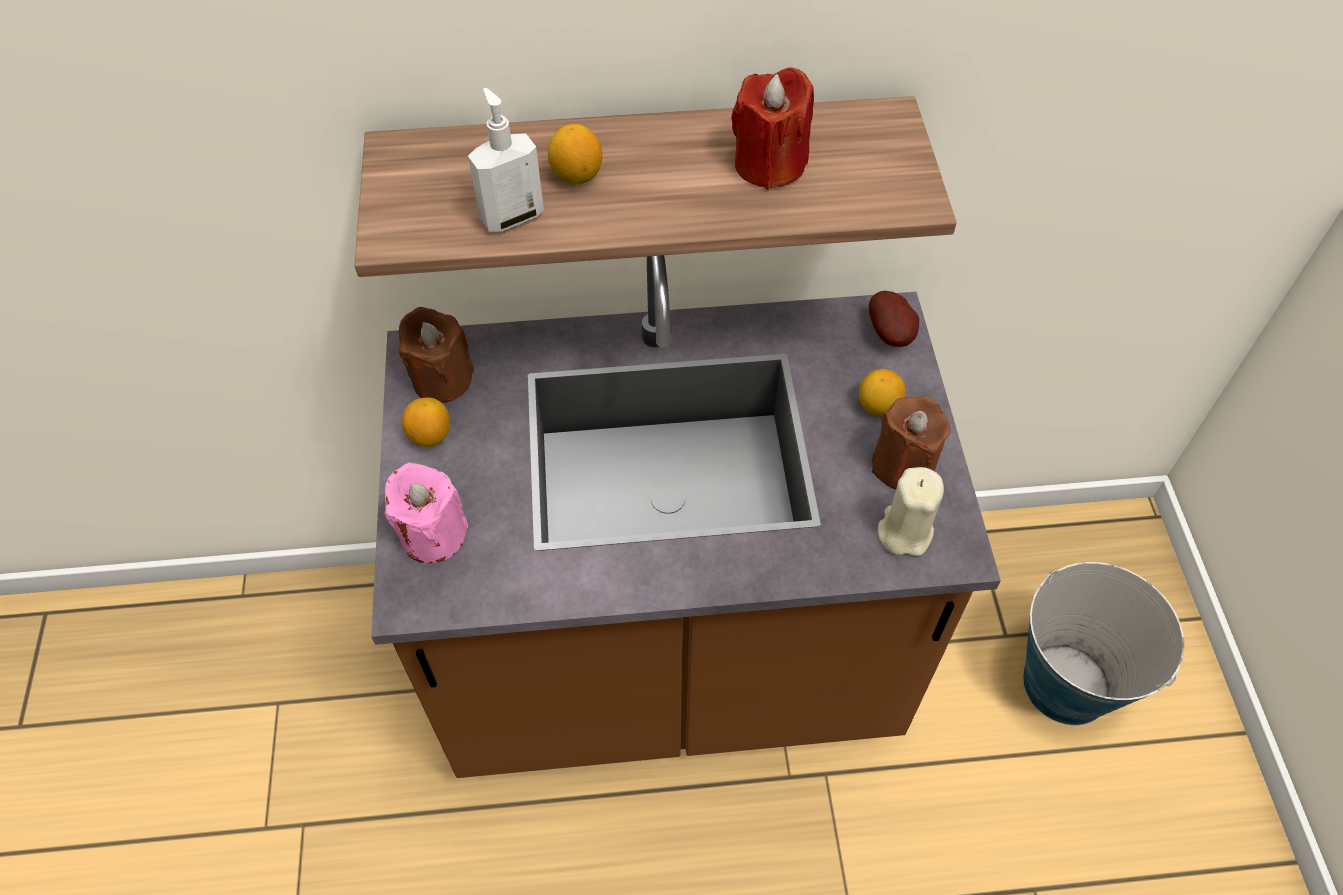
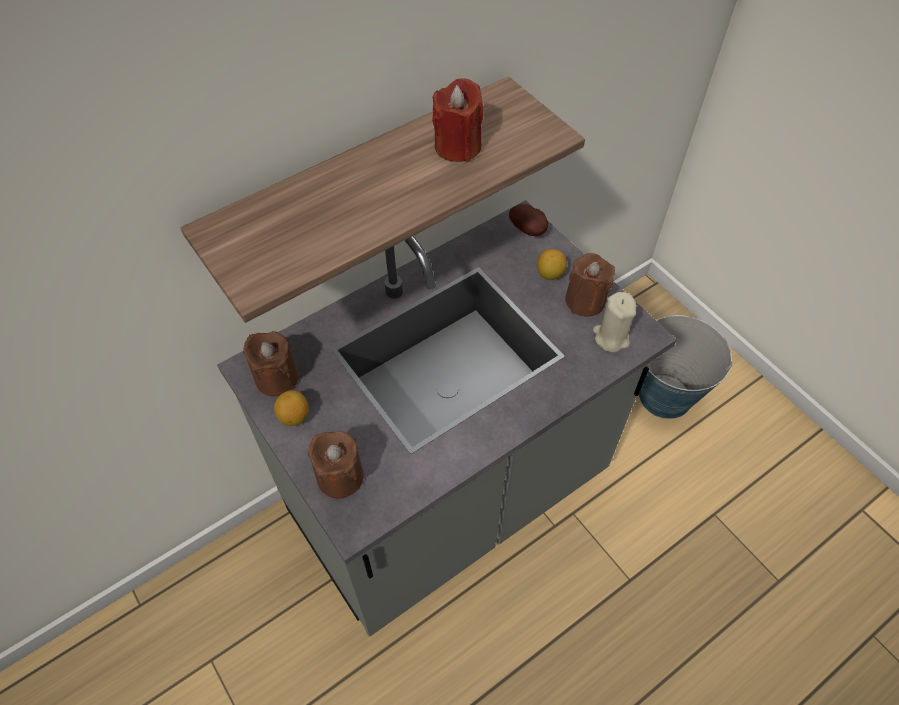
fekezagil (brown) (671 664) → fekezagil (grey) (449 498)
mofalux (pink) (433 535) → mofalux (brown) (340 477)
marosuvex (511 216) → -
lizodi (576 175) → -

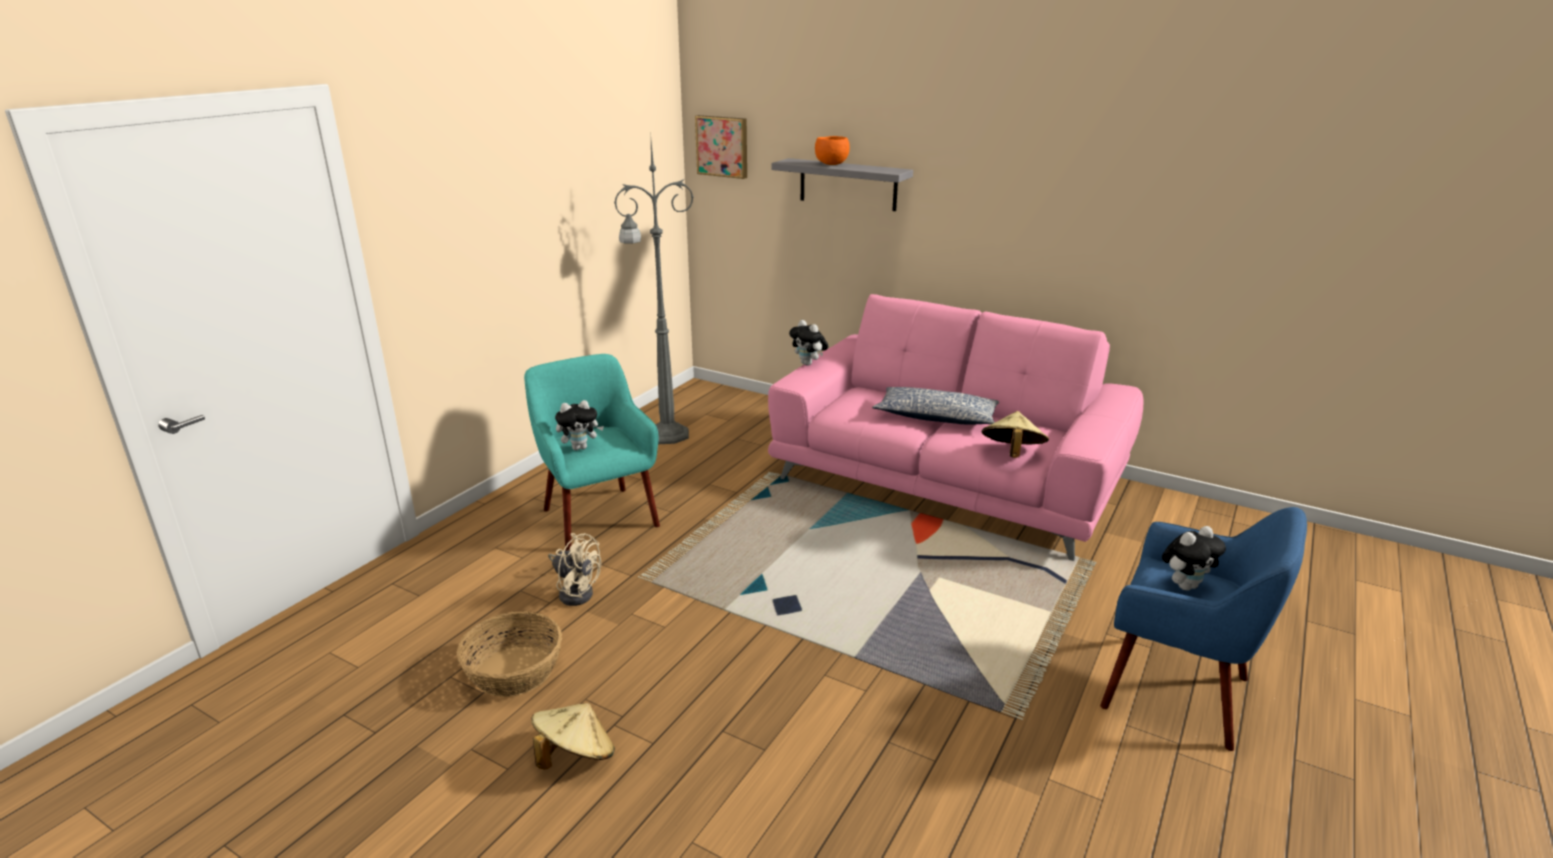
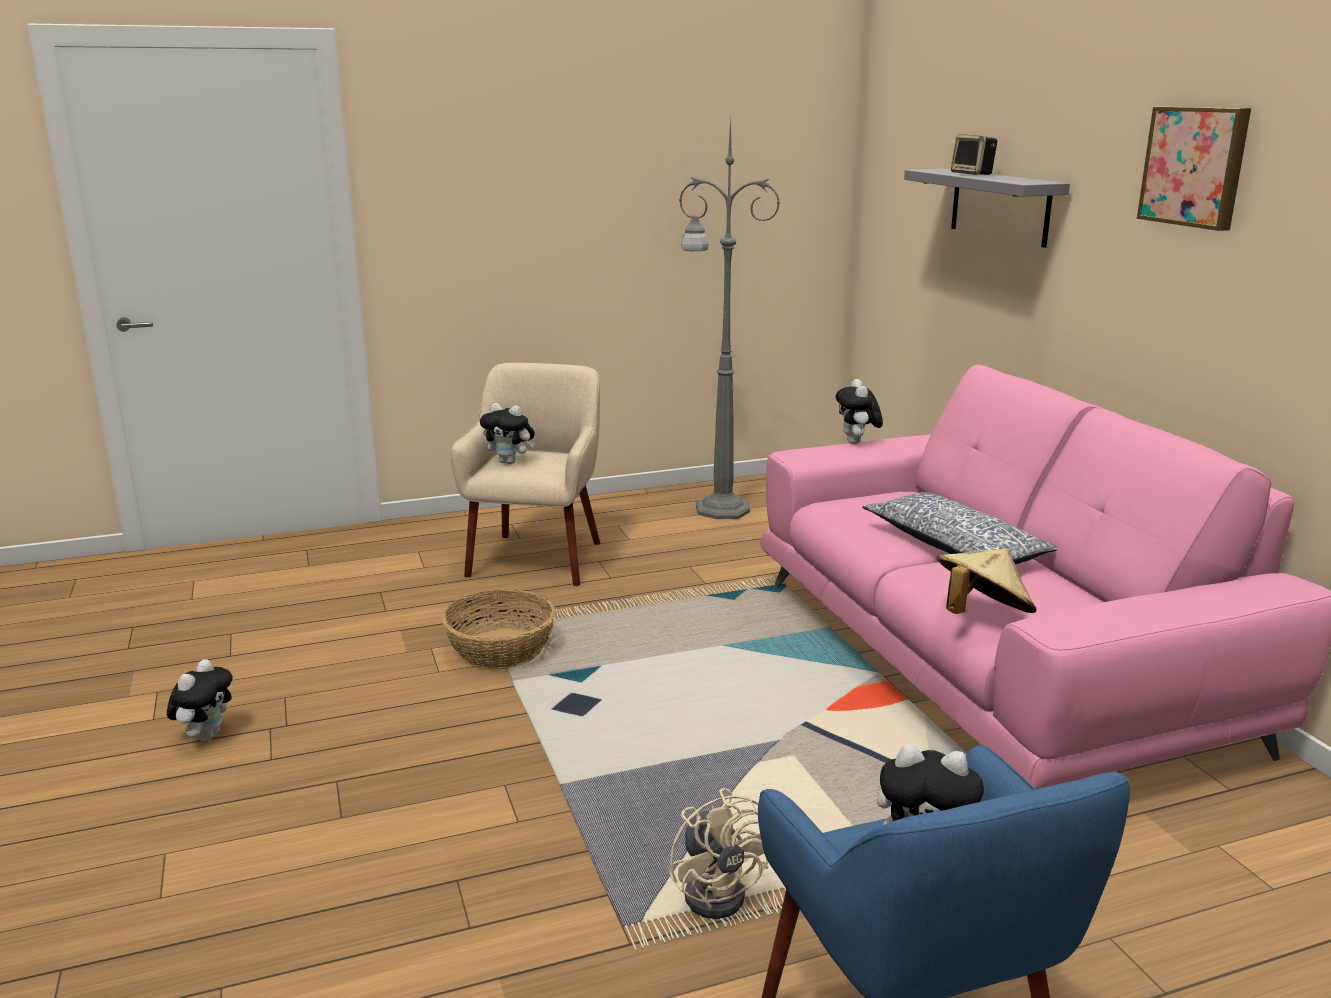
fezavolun (515 670) → fezavolun (502 649), shifted
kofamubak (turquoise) (598 517) → kofamubak (beige) (537 558)
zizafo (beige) (575 755) → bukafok (206 735)
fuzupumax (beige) (575 591) → fuzupumax (beige) (720 890), shifted
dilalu (723 146) → dilalu (1196 166), shifted
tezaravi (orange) (831 164) → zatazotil (973 174)

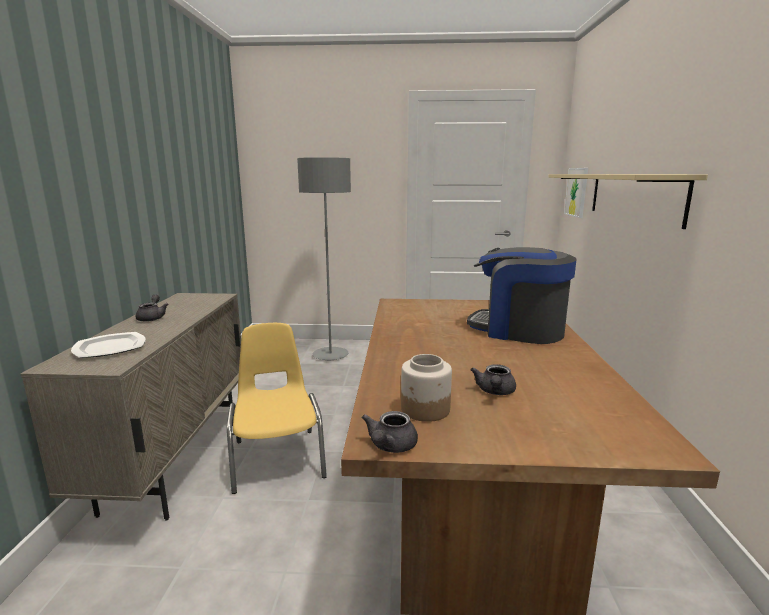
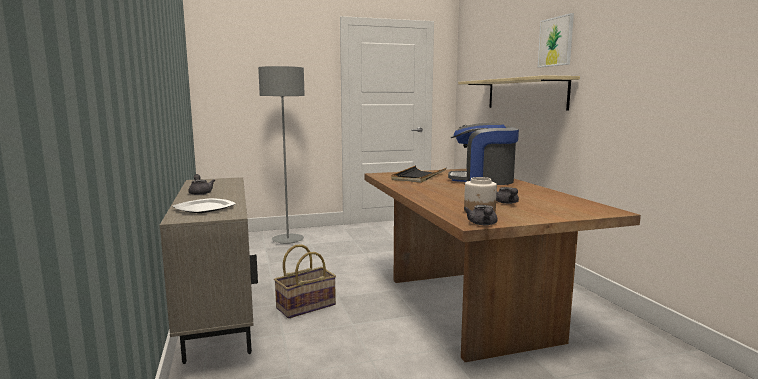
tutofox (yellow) (278 458) → fezavolun (306 306)
dilalu (577 192) → dilalu (555 41), shifted
- → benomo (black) (418 176)

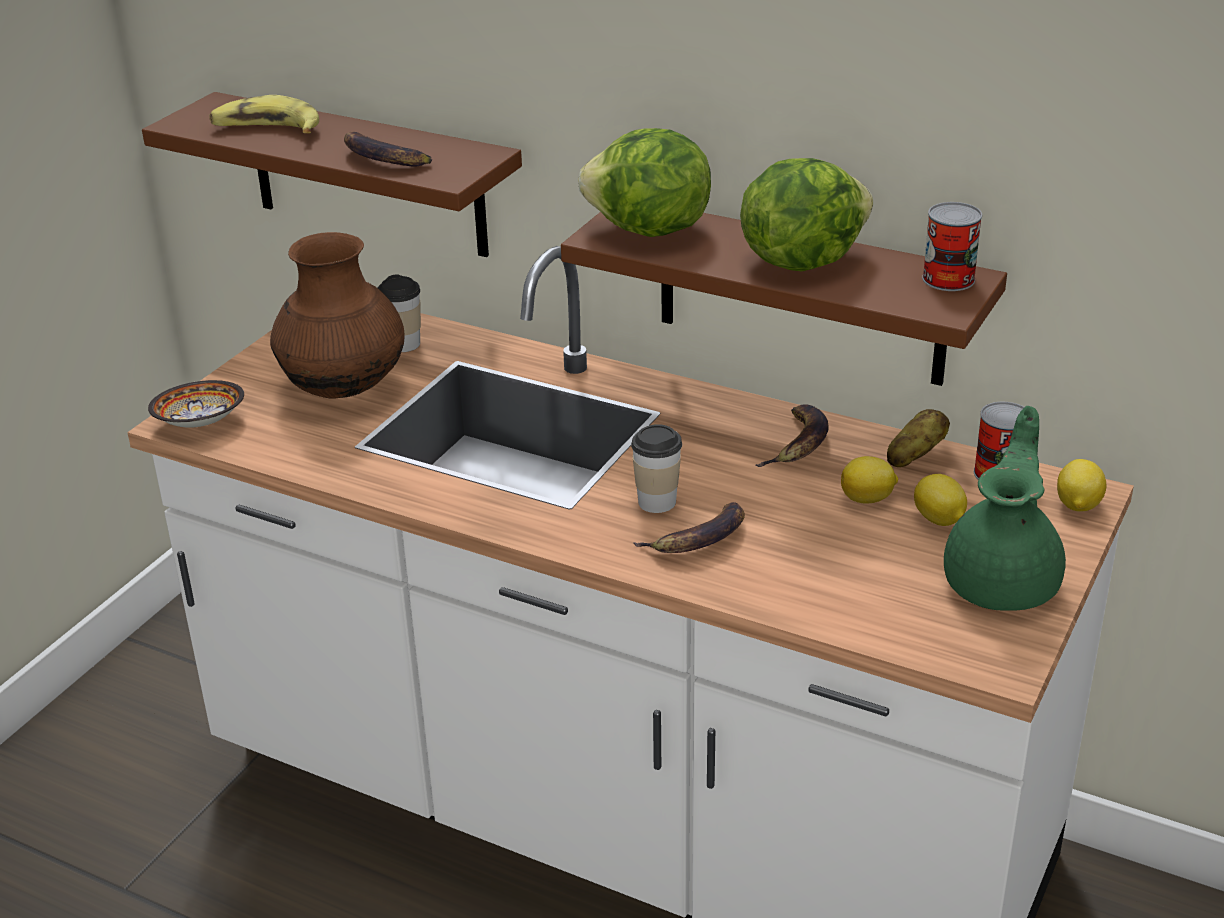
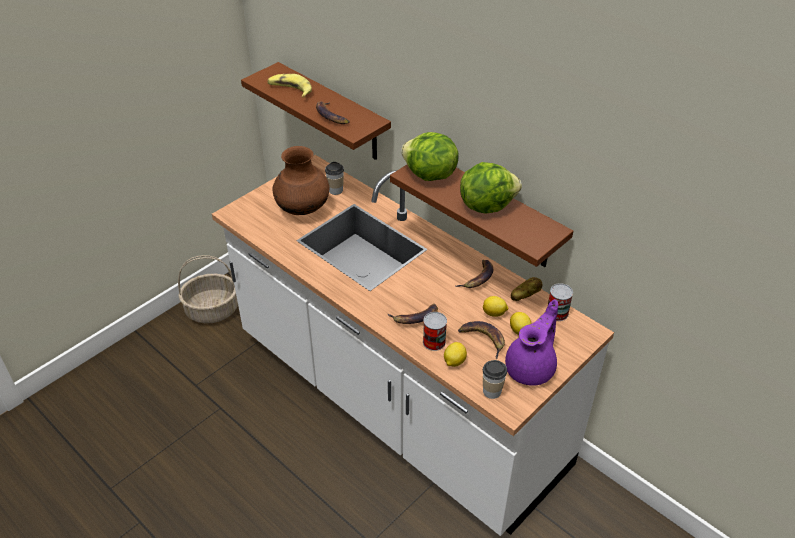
tezaravi (202 423) → -
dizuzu (657 502) → dizuzu (492 391), shifted
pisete (948 279) → pisete (434 342), shifted
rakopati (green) (1003 581) → rakopati (purple) (531 368)
lizodi (1077 506) → lizodi (454 362), shifted
- → fezavolun (212 310)
- → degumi (483 339)

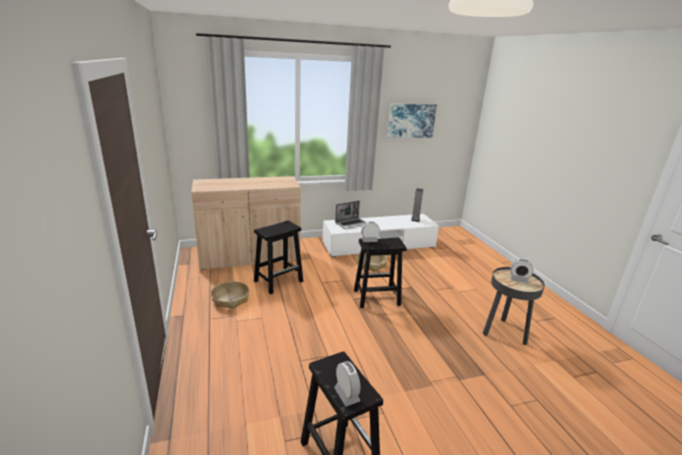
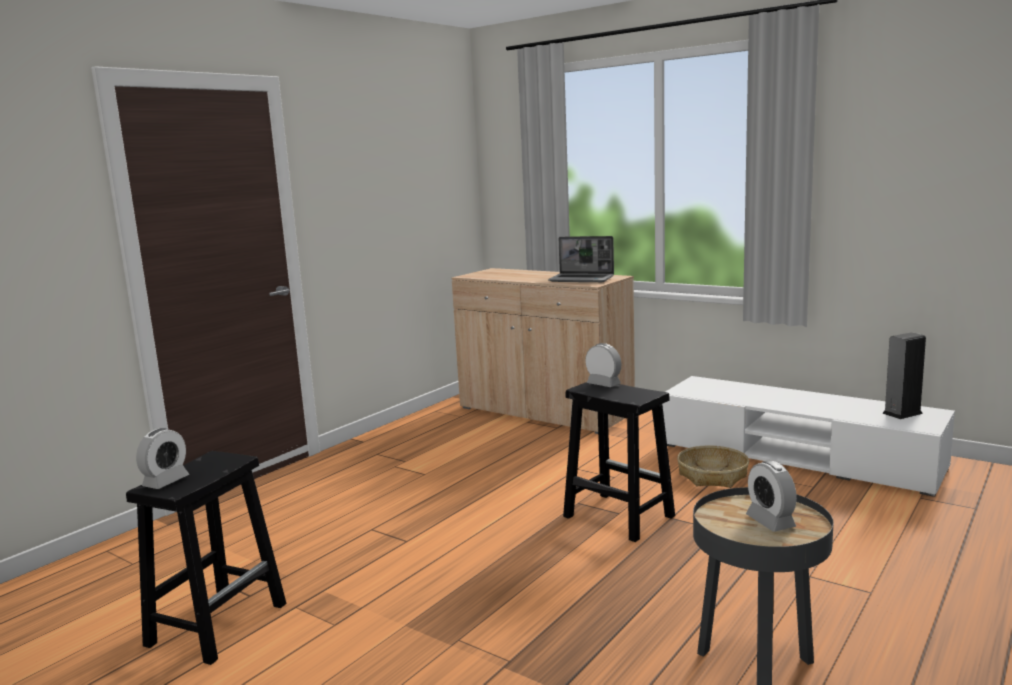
fezavolun (230 299) → -
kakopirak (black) (279 281) → -
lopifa (352 224) → lopifa (582 279), shifted
dilalu (411 120) → -

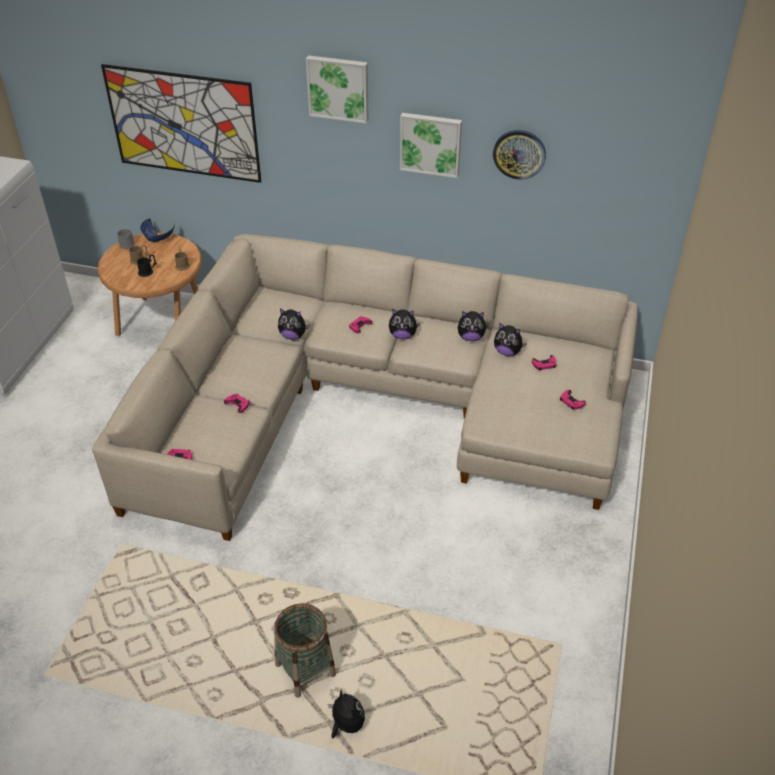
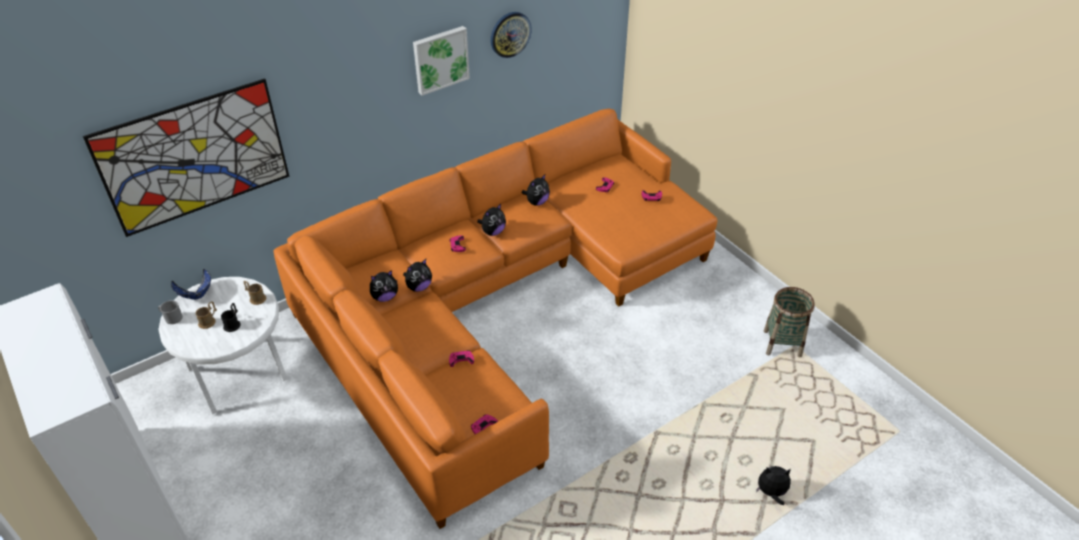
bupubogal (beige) (375 405) → bupubogal (orange) (497 304)
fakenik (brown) (162 323) → fakenik (white) (240 374)
fezavolun (305 669) → fezavolun (782 343), shifted
dilalu (338 88) → -
bukafok (507 352) → bukafok (385 297), shifted

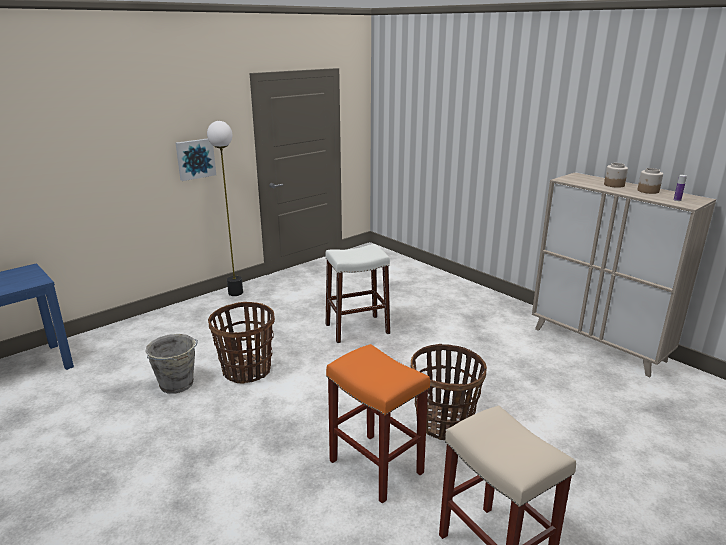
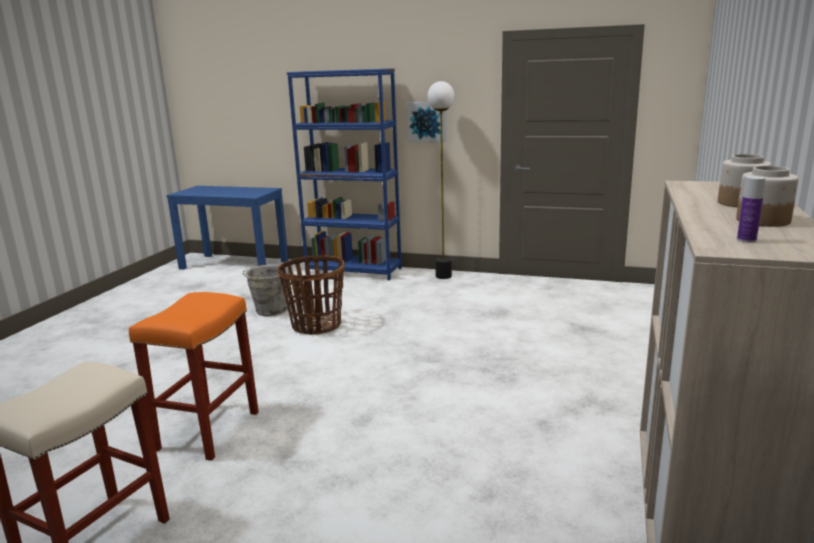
kakopirak (white) (357 329) → -
fezavolun (444 423) → -
- → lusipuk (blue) (354 271)

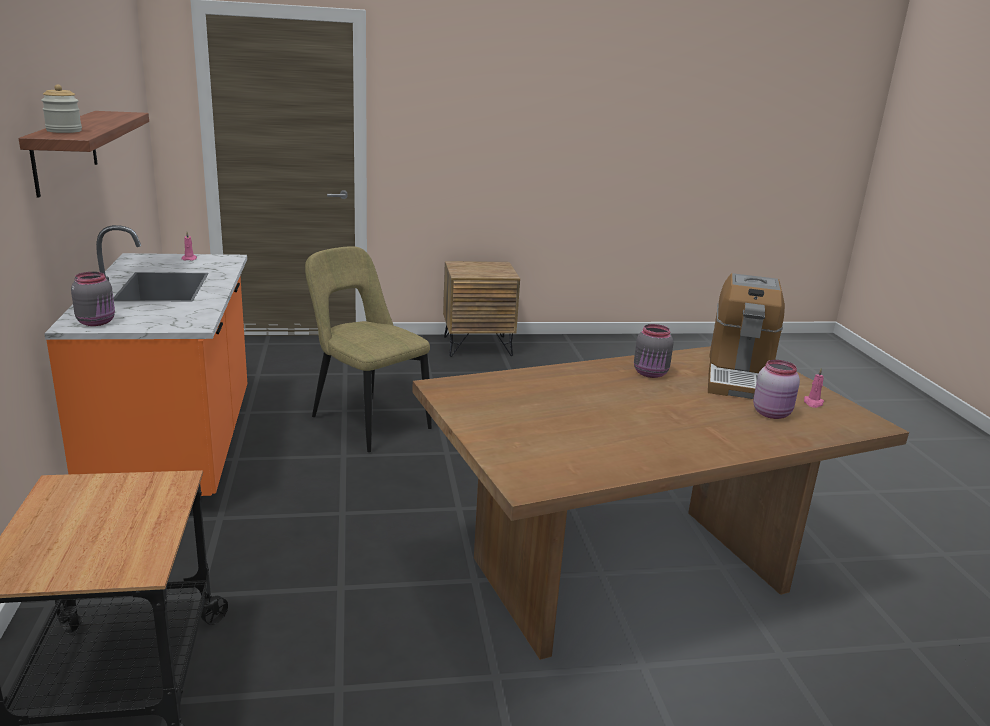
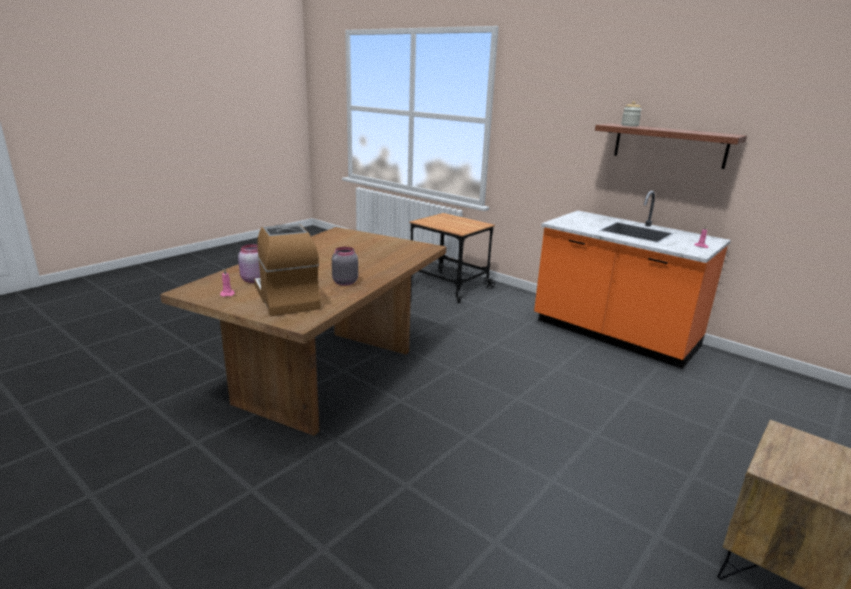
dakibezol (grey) (97 322) → -
tutofox (beige) (367 421) → -

